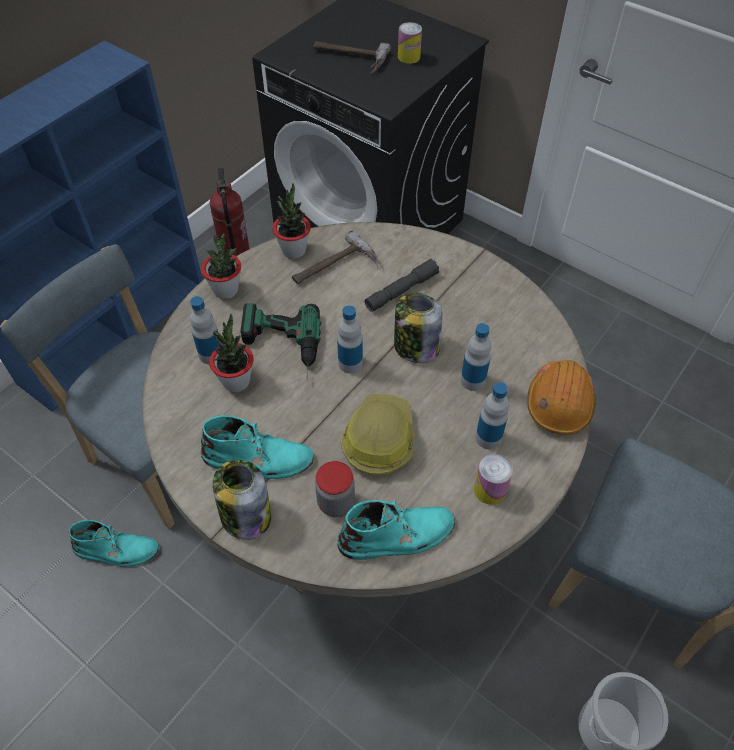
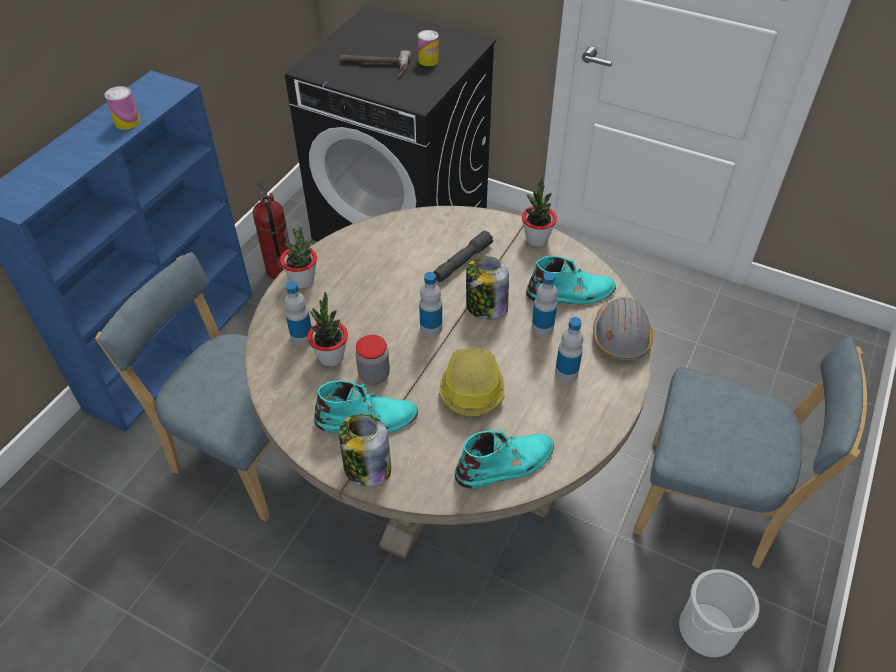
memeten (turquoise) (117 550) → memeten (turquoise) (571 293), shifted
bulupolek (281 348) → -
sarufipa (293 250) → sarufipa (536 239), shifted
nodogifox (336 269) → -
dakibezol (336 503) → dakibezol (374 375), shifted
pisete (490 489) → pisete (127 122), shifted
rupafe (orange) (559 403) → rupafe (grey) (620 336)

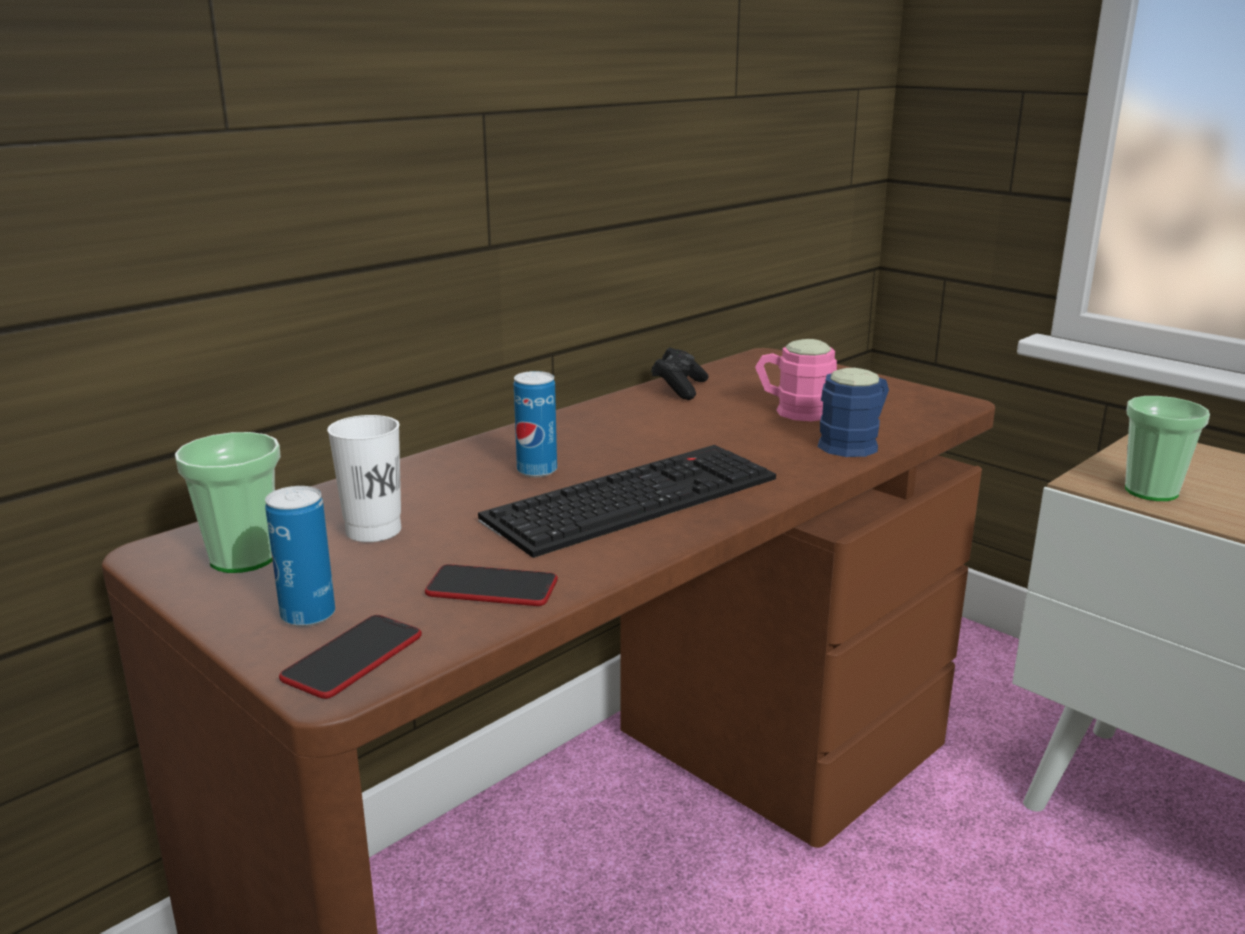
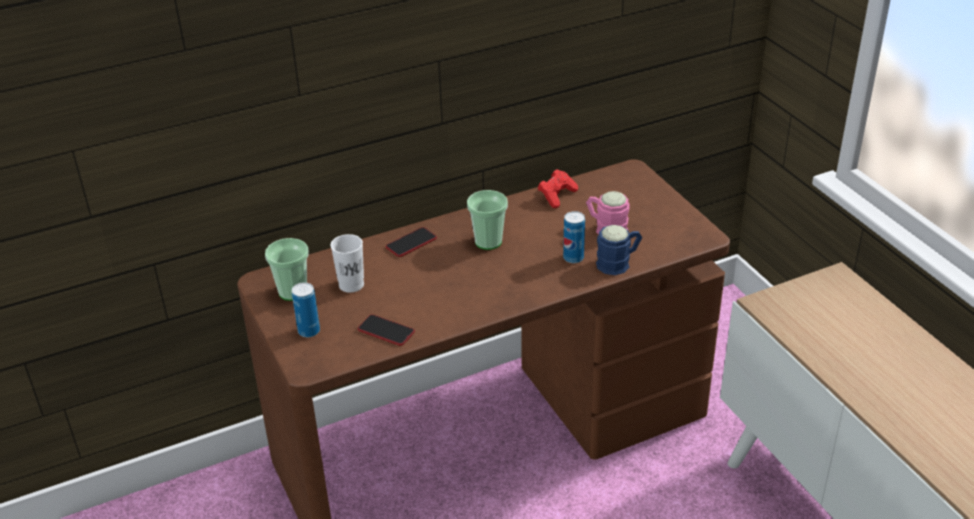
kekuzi (353 658) → kekuzi (411 243), shifted
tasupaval (633 497) → -
pisete (537 471) → pisete (573 258), shifted
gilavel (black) (679 388) → gilavel (red) (557 196)
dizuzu (1151 491) → dizuzu (488 241), shifted

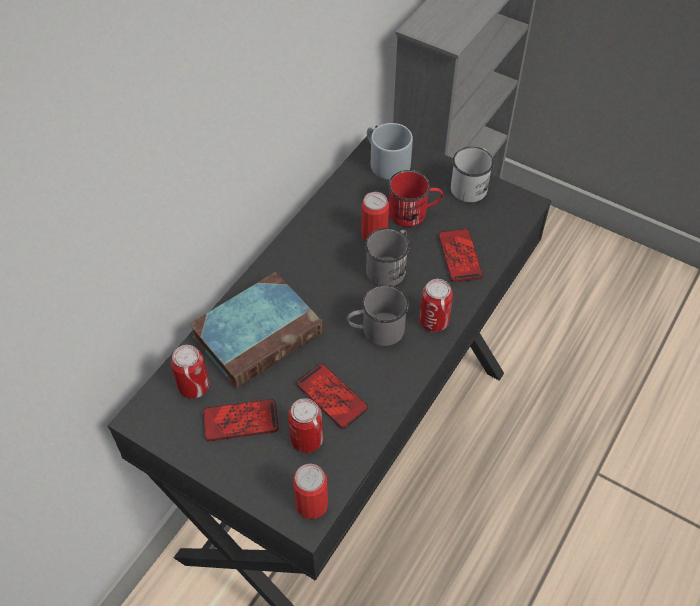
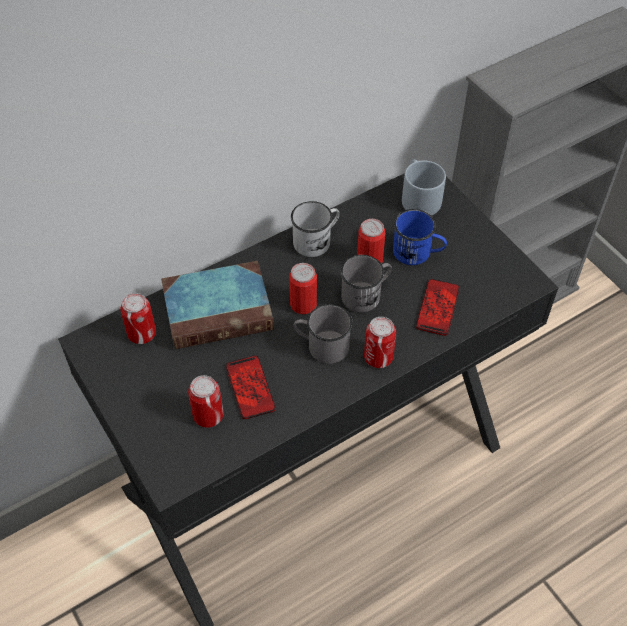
kekuzi (240 421) → -
pisete (311 504) → pisete (303 304), shifted
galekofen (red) (413 213) → galekofen (blue) (417 253)
galekofen (white) (471 185) → galekofen (white) (316 240), shifted

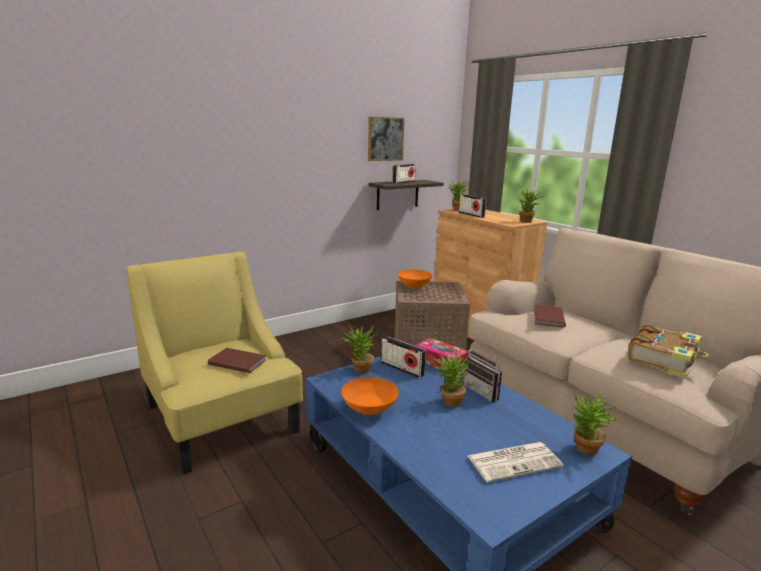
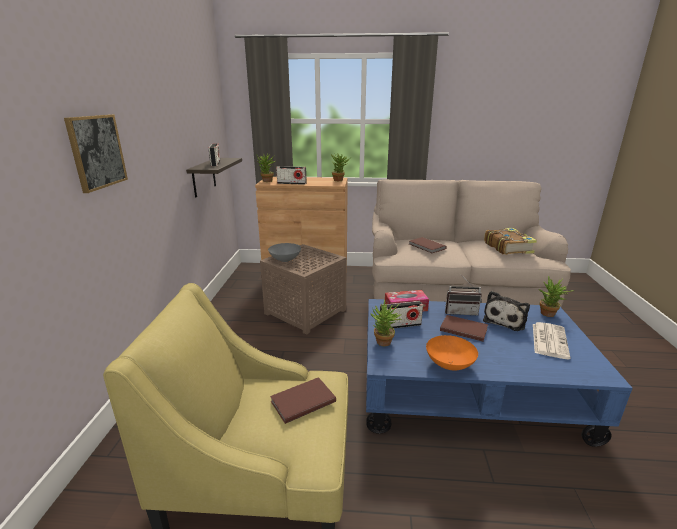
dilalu (385 139) → dilalu (97 152), shifted
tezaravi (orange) (415 287) → tezaravi (grey) (285 260)
sarufipa (448 401) → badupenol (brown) (463 329)
- → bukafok (505 320)

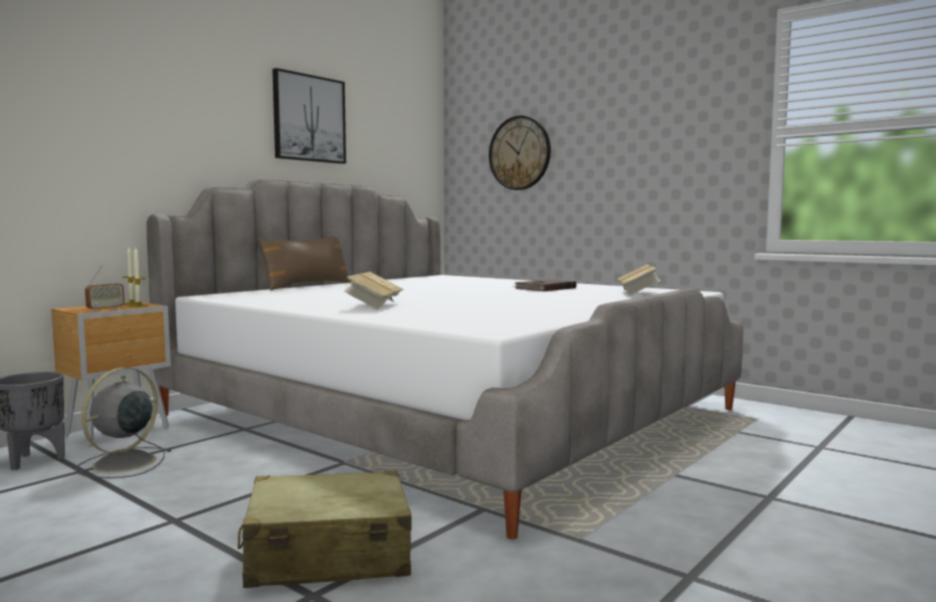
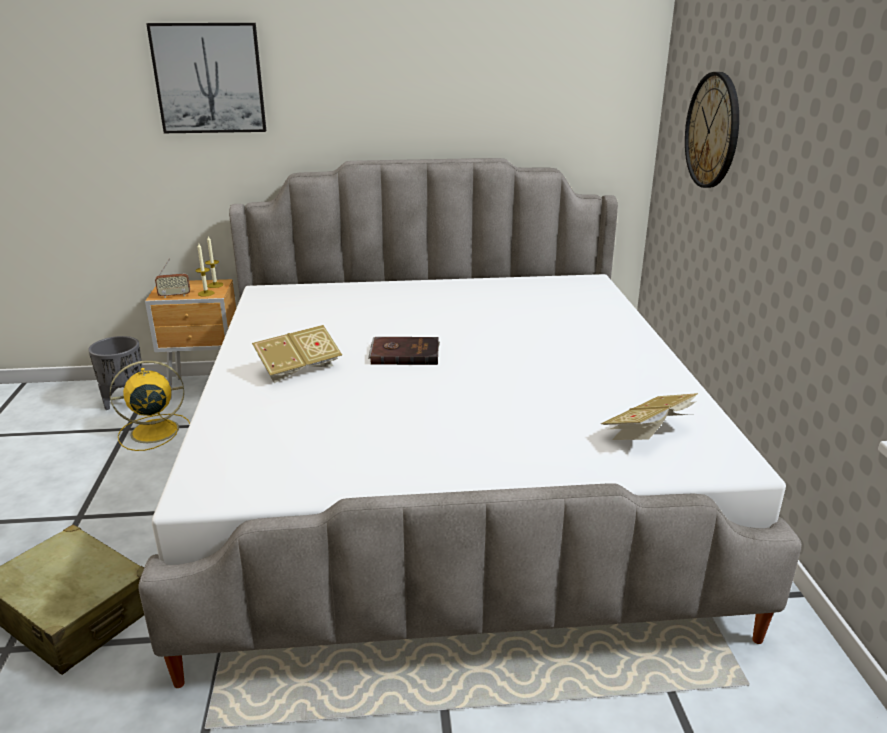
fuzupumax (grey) (122 463) → fuzupumax (yellow) (152 431)
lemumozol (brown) (307 286) → -
dilalu (309 118) → dilalu (209 78), shifted
badupenol (brown) (544 288) → badupenol (brown) (404 353), shifted

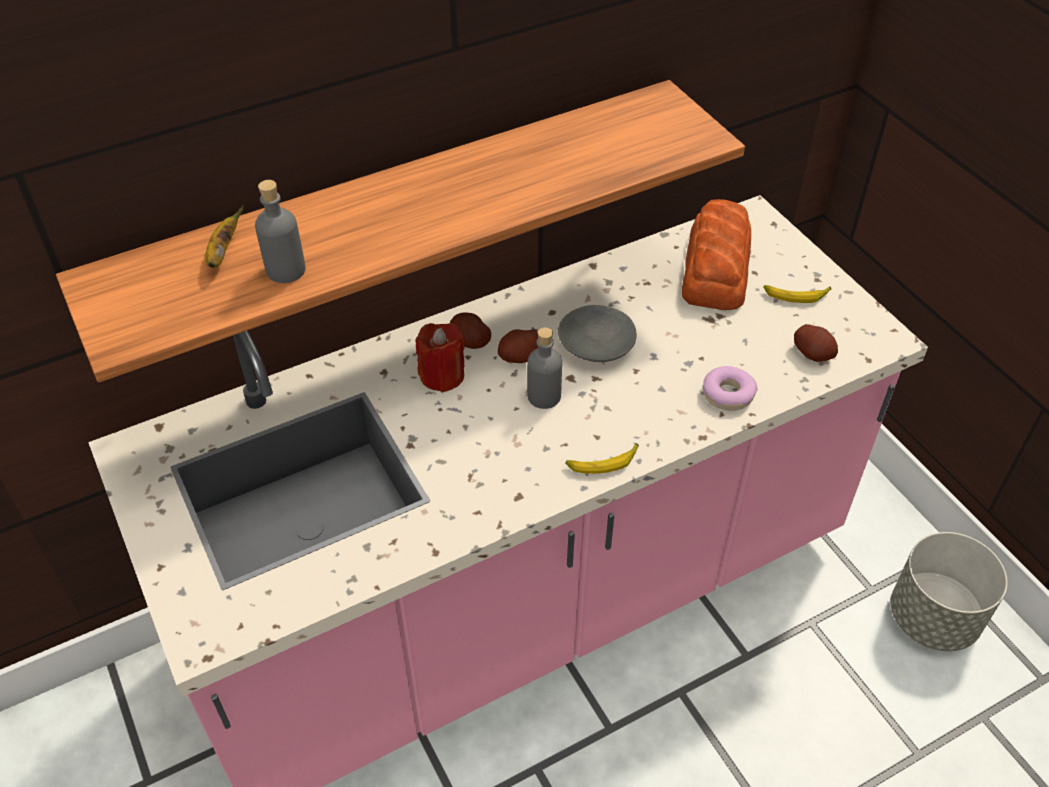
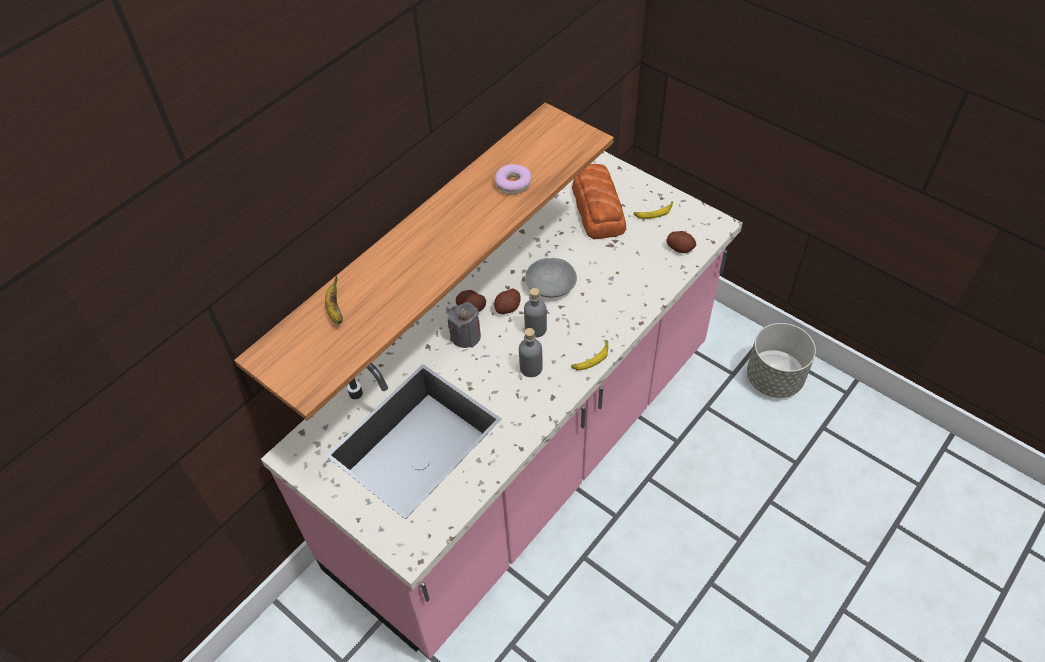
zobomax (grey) (285 270) → zobomax (grey) (531 368), shifted
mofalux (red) (442 375) → mofalux (grey) (466 336)
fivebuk (728 394) → fivebuk (513 183), shifted

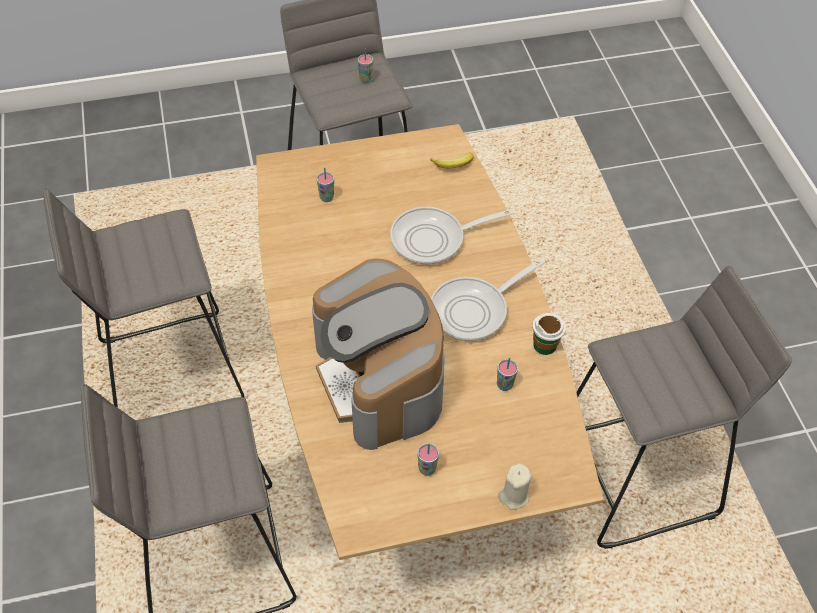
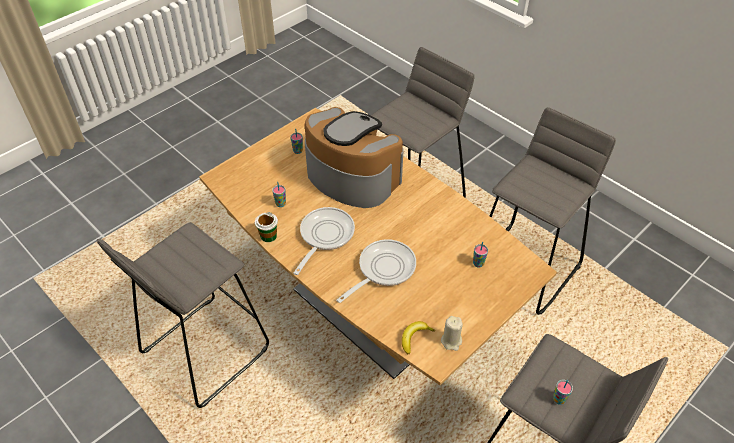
mofalux (beige) (514 495) → mofalux (beige) (451 341), shifted

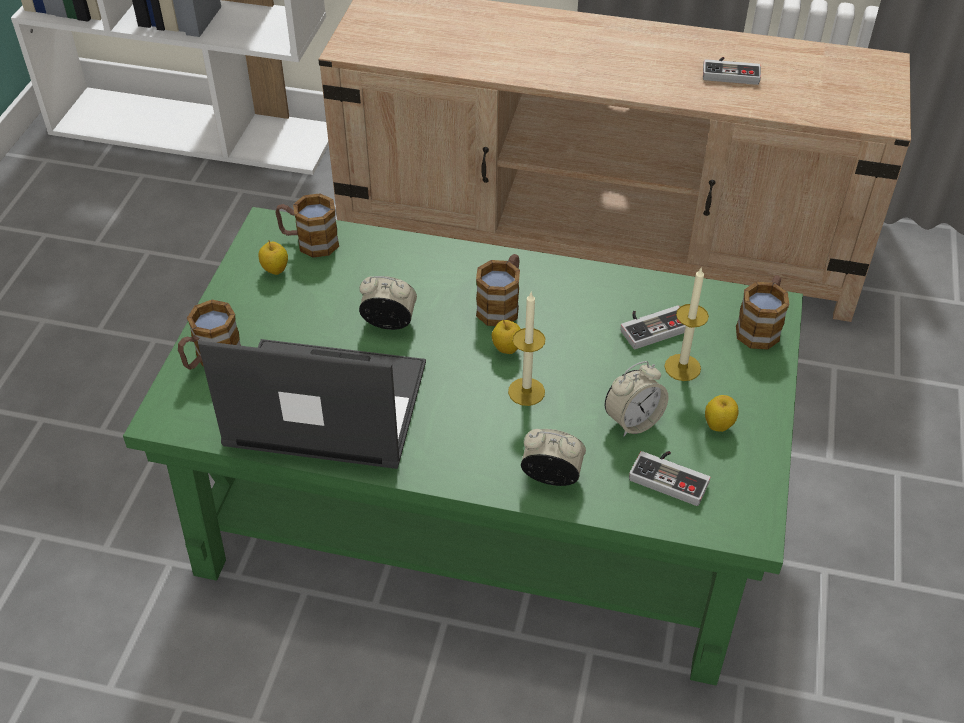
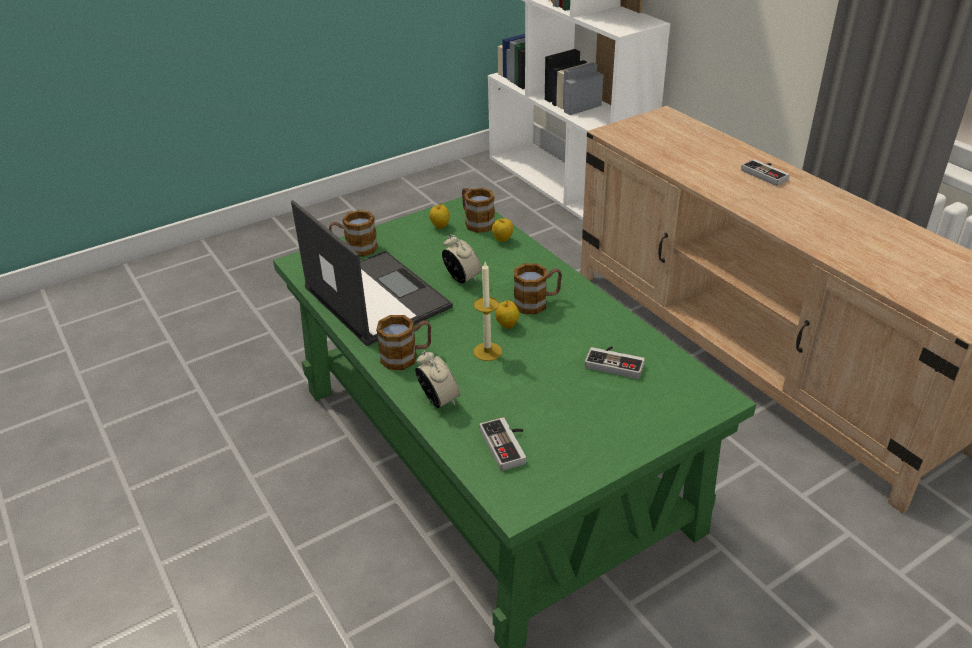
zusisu (633 421) → -
mofalux (682 367) → -
gilavel (730 72) → gilavel (767 174), shifted
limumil (718 426) → limumil (502 240), shifted
galekofen (760 327) → galekofen (406 356), shifted

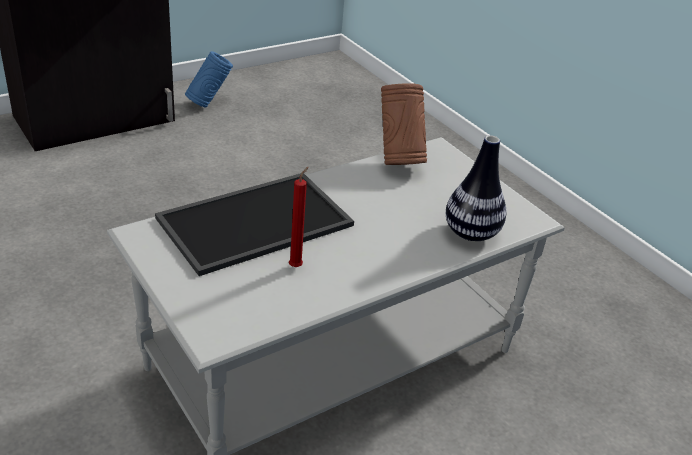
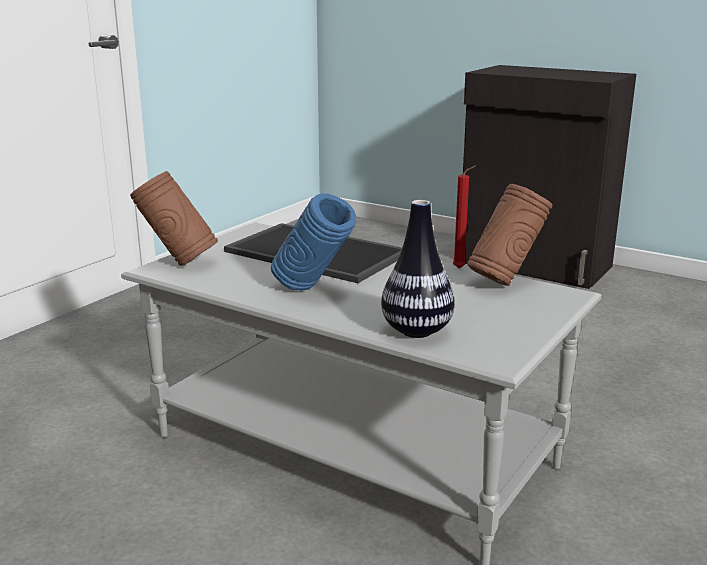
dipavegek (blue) (209 104) → dipavegek (blue) (314 291), shifted
mofalux (red) (297 266) → mofalux (red) (461 268), shifted
- → dipavegek (brown) (178 263)

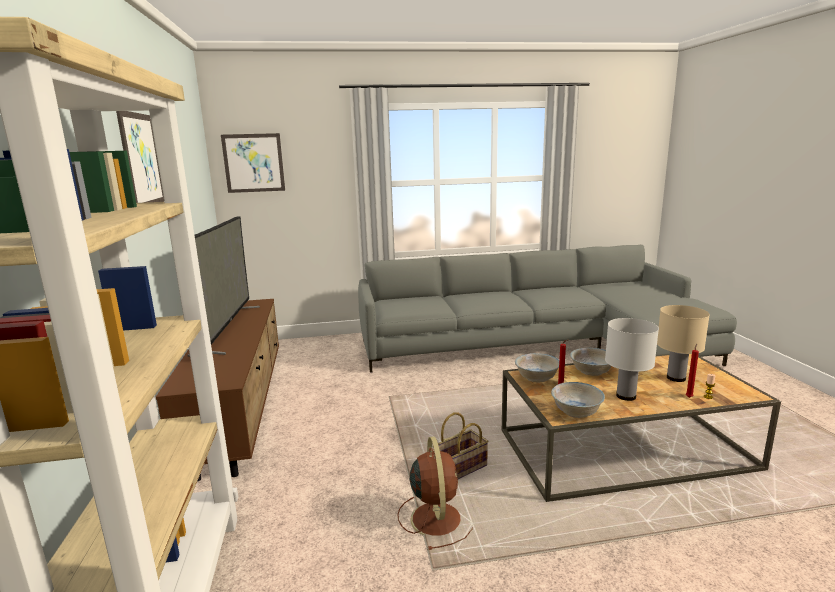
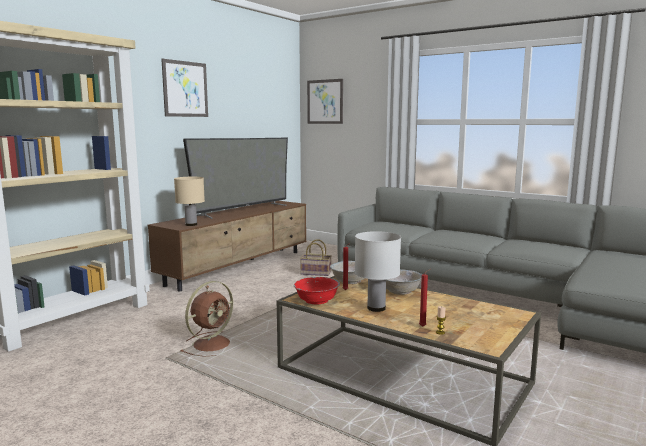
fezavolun (460 469) → fezavolun (315 273), shifted
tezaravi (white) (576 411) → tezaravi (red) (317 300)
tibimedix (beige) (675 378) → tibimedix (beige) (191 224), shifted

